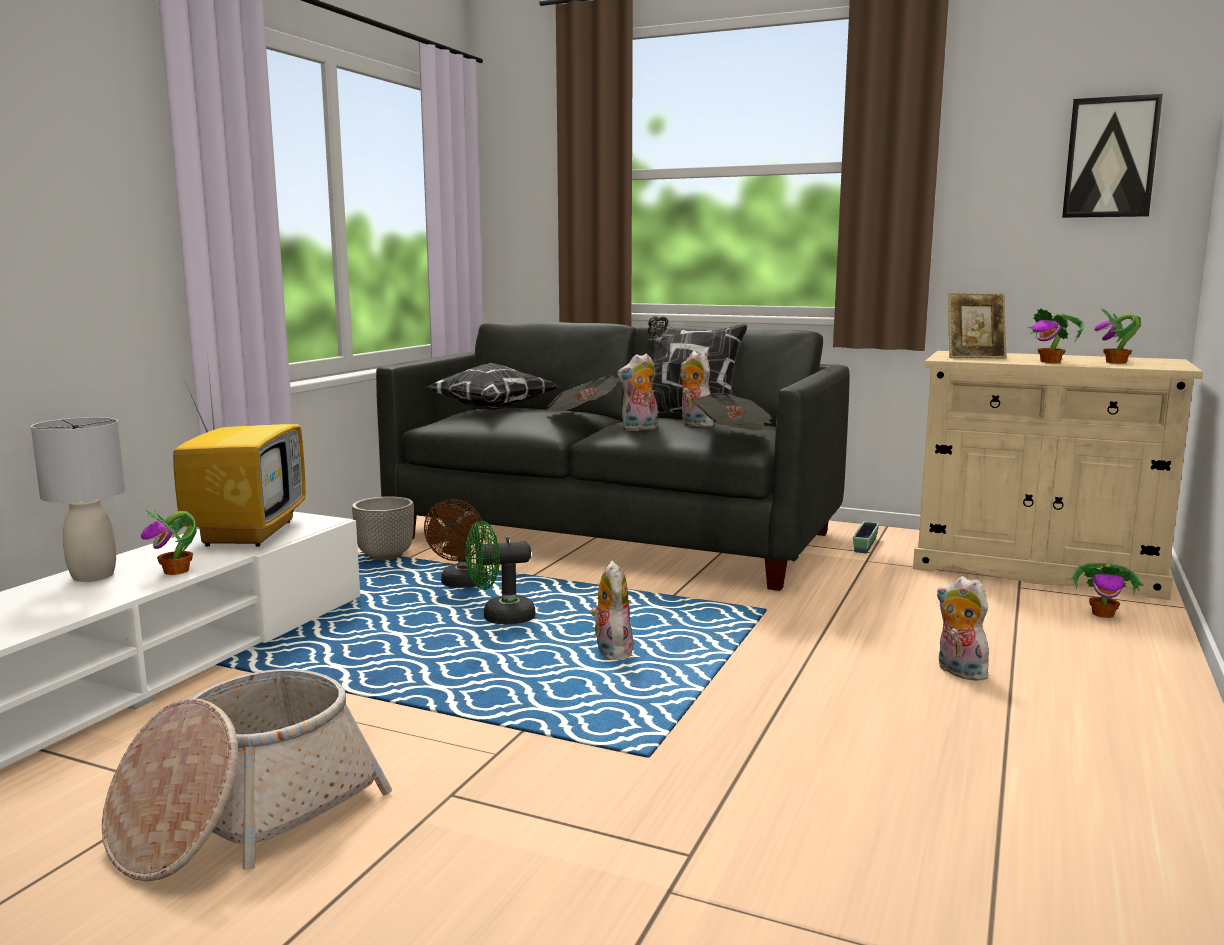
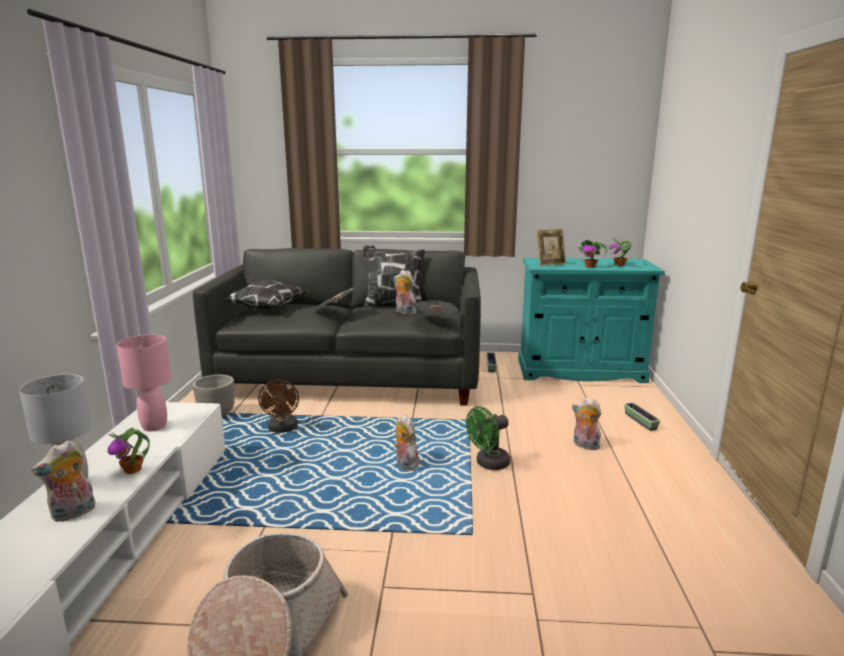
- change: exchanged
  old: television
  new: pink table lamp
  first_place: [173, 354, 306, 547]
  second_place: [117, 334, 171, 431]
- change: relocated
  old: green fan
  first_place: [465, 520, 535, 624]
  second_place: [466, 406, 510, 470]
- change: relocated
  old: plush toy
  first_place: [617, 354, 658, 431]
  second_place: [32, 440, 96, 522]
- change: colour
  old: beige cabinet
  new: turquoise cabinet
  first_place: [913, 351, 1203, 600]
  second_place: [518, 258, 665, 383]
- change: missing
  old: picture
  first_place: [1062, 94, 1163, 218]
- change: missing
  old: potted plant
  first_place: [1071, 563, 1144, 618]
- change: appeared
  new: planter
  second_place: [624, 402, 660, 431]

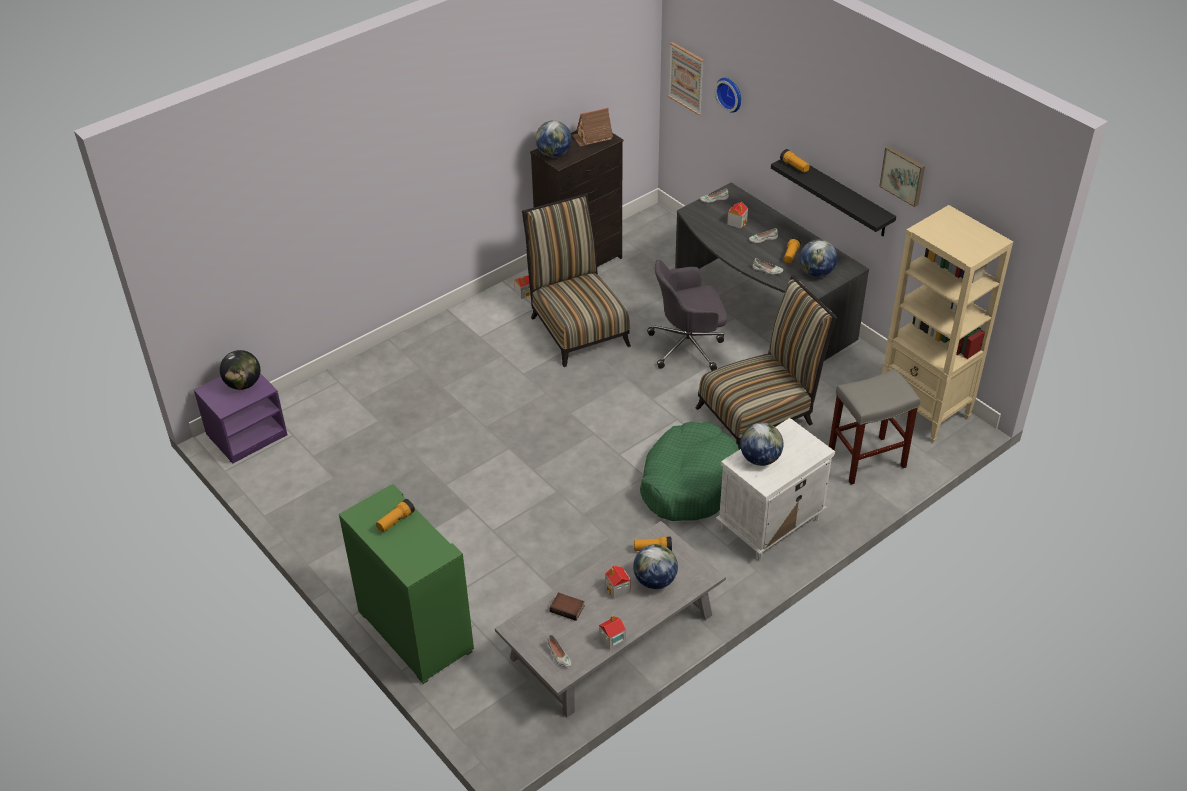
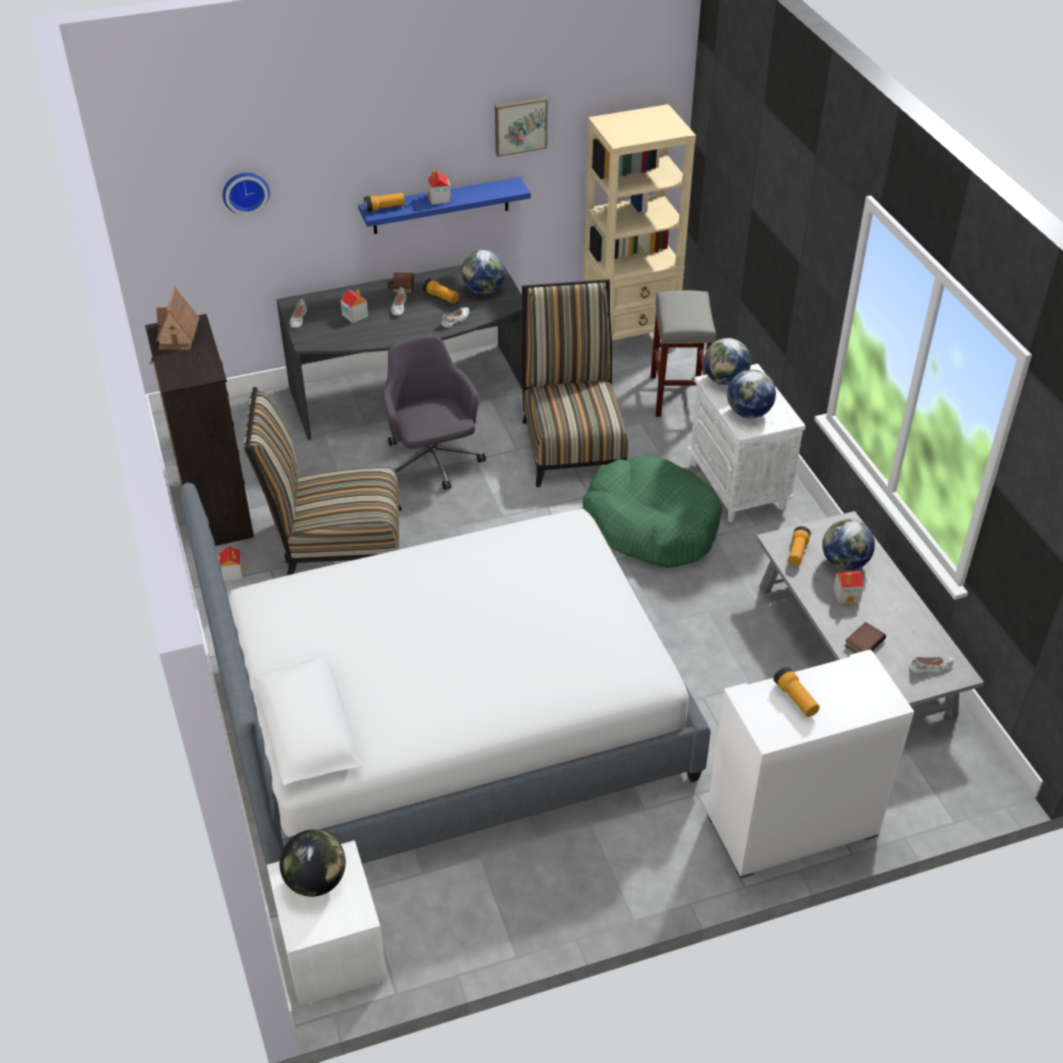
- change: colour
  old: purple nightstand
  new: white nightstand
  first_place: [194, 373, 287, 464]
  second_place: [267, 840, 387, 1006]
- change: colour
  old: green cabinet
  new: white cabinet
  first_place: [339, 484, 474, 684]
  second_place: [707, 649, 914, 878]
- change: relocated
  old: globe
  first_place: [536, 120, 572, 158]
  second_place: [704, 338, 751, 386]
- change: relocated
  old: toy house
  first_place: [599, 615, 626, 650]
  second_place: [428, 170, 451, 204]
- change: spun
  old: grey office chair
  first_place: [647, 260, 727, 371]
  second_place: [383, 335, 486, 490]
  degrees: 150
- change: missing
  old: picture
  first_place: [668, 42, 704, 115]
- change: colour
  old: black shelf
  new: blue shelf
  first_place: [771, 159, 896, 236]
  second_place: [358, 177, 531, 234]
- change: appeared
  new: bed
  second_place: [181, 483, 711, 888]
- change: appeared
  new: book
  second_place: [392, 273, 415, 294]

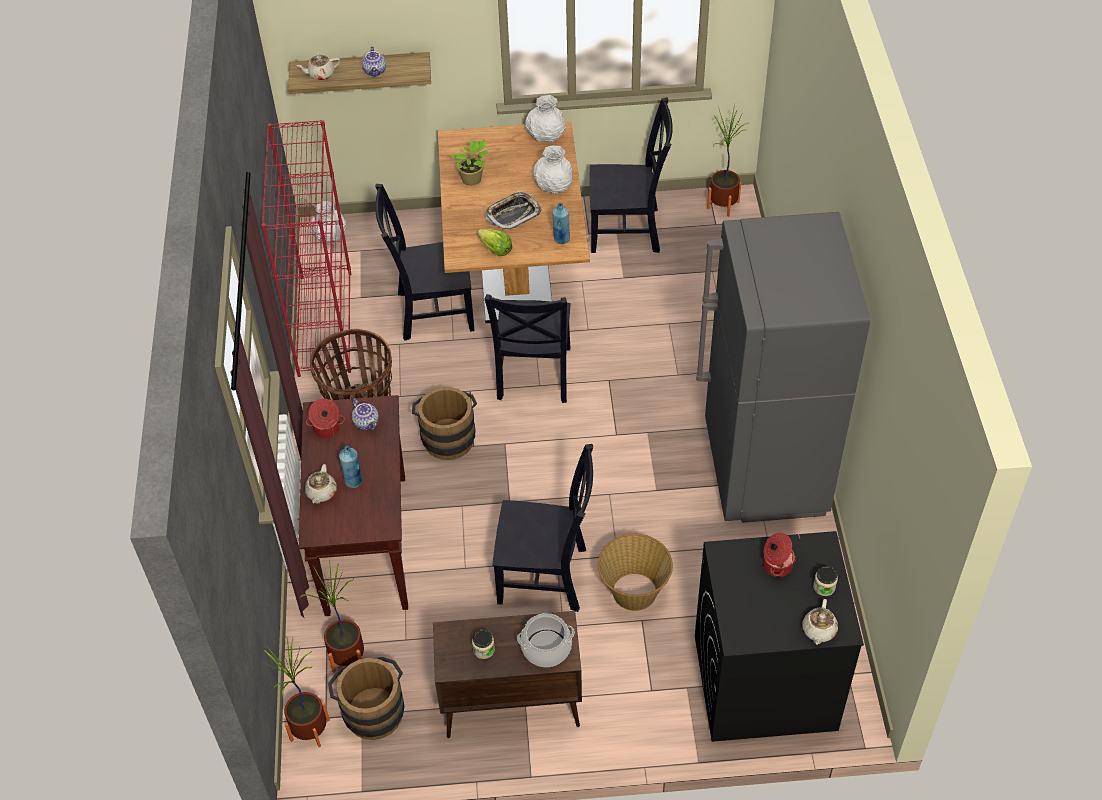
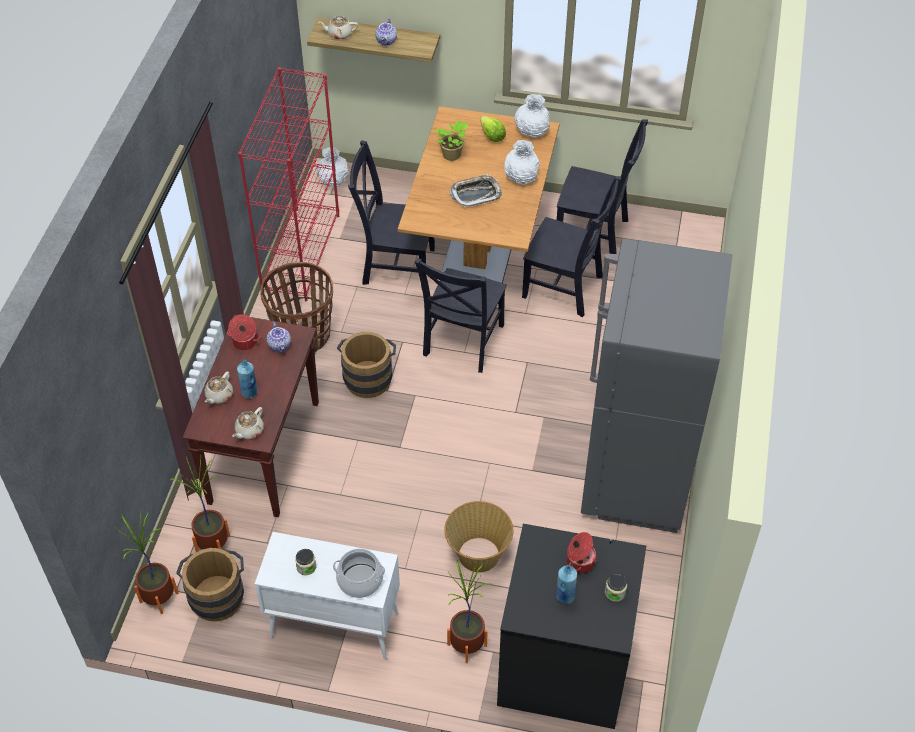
- change: colour
  old: brown cabinet
  new: white cabinet
  first_place: [433, 611, 582, 738]
  second_place: [255, 532, 400, 660]
- change: relocated
  old: lettuce
  first_place: [477, 229, 512, 256]
  second_place: [480, 116, 506, 142]
- change: relocated
  old: black chair
  first_place: [492, 444, 593, 612]
  second_place: [522, 176, 621, 317]
- change: relocated
  old: blue bottle
  first_place: [552, 203, 570, 244]
  second_place: [557, 565, 577, 604]
- change: relocated
  old: potted plant
  first_place: [707, 104, 748, 217]
  second_place: [447, 559, 492, 663]
- change: relocated
  old: beige teapot
  first_place: [802, 599, 838, 645]
  second_place: [232, 407, 264, 439]

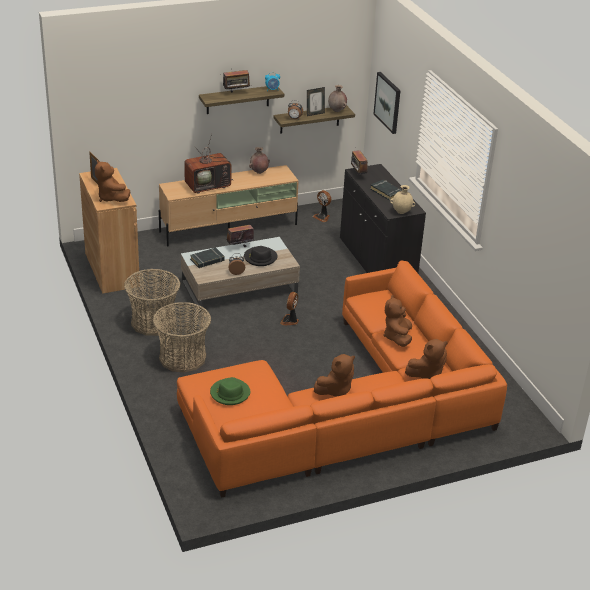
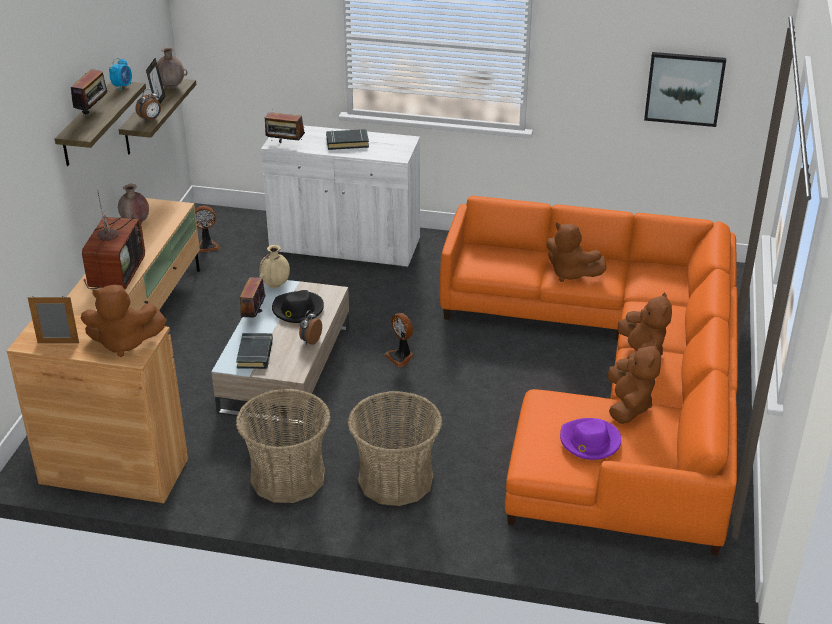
- change: colour
  old: green hat
  new: purple hat
  first_place: [210, 377, 250, 405]
  second_place: [560, 418, 621, 460]
- change: colour
  old: black cabinet
  new: white cabinet
  first_place: [340, 164, 426, 273]
  second_place: [261, 125, 420, 267]
- change: relocated
  old: picture
  first_place: [373, 72, 400, 134]
  second_place: [644, 52, 726, 127]
- change: relocated
  old: beige vase
  first_place: [390, 185, 415, 214]
  second_place: [259, 245, 290, 288]
- change: relocated
  old: brown plush toy
  first_place: [405, 339, 448, 379]
  second_place: [608, 342, 661, 424]

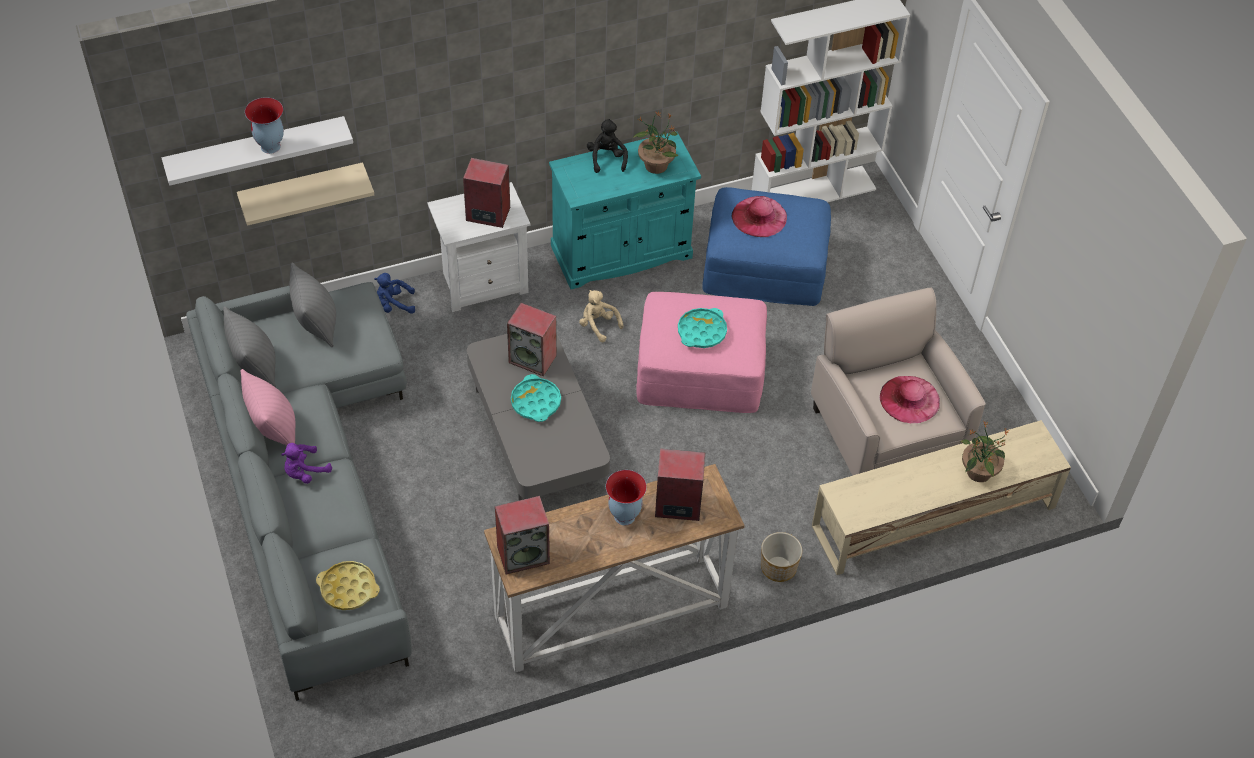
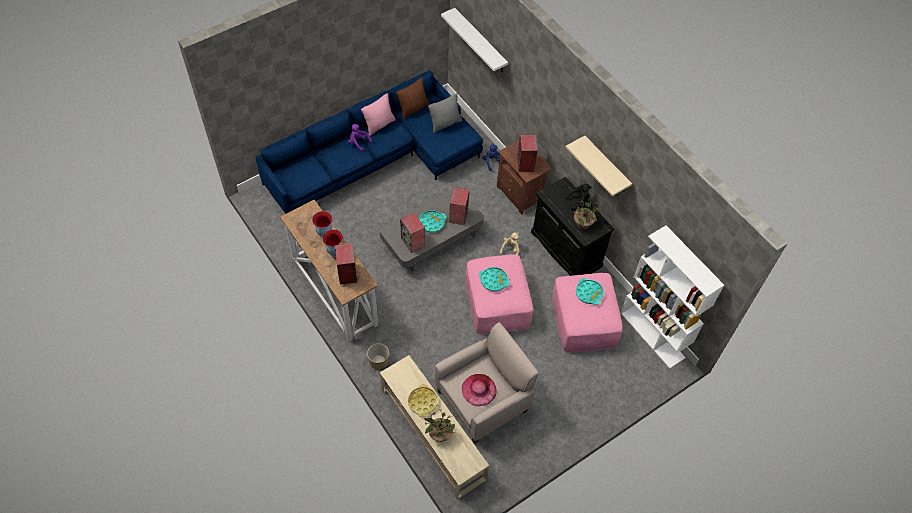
- change: colour
  old: grey sofa
  new: blue sofa
  first_place: [186, 282, 412, 701]
  second_place: [255, 70, 483, 214]
- change: colour
  old: grey pillow
  new: brown pillow
  first_place: [223, 306, 276, 387]
  second_place: [396, 78, 429, 119]
- change: relocated
  old: beige shelf
  first_place: [237, 162, 374, 226]
  second_place: [565, 136, 632, 196]
- change: relocated
  old: vase
  first_place: [245, 97, 284, 154]
  second_place: [312, 211, 333, 238]
- change: relocated
  old: yellow tray
  first_place: [316, 561, 380, 610]
  second_place: [408, 384, 438, 417]
- change: colour
  old: white nightstand
  new: brown nightstand
  first_place: [427, 182, 530, 312]
  second_place: [497, 140, 553, 215]
- change: relocated
  old: speaker
  first_place: [495, 496, 550, 575]
  second_place: [400, 213, 425, 253]
- change: colour
  old: turquoise cabinet
  new: black cabinet
  first_place: [549, 131, 701, 289]
  second_place: [531, 177, 614, 276]
- change: colour
  old: blue ottoman
  new: pink ottoman
  first_place: [702, 187, 831, 306]
  second_place: [552, 273, 623, 352]
- change: exchanged
  old: pink hat
  new: turquoise tray
  first_place: [732, 196, 787, 237]
  second_place: [576, 278, 604, 305]

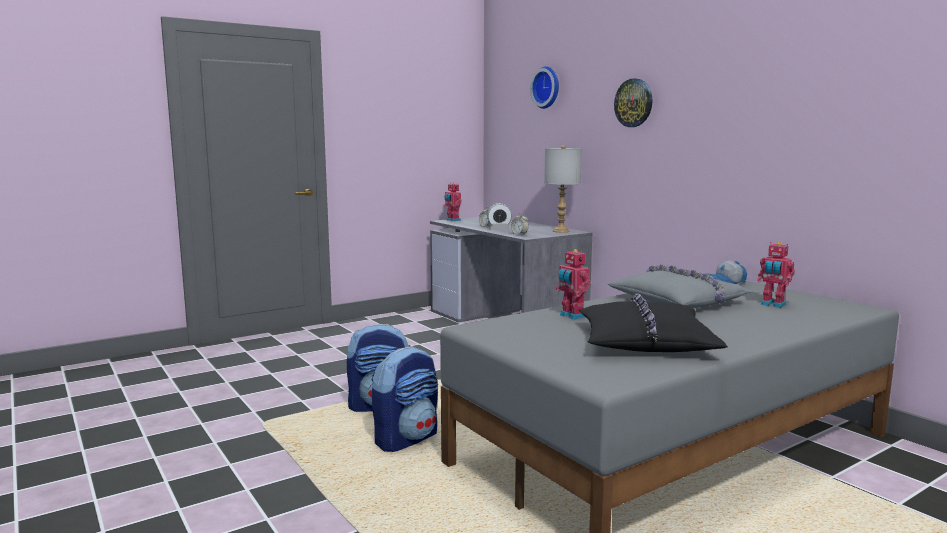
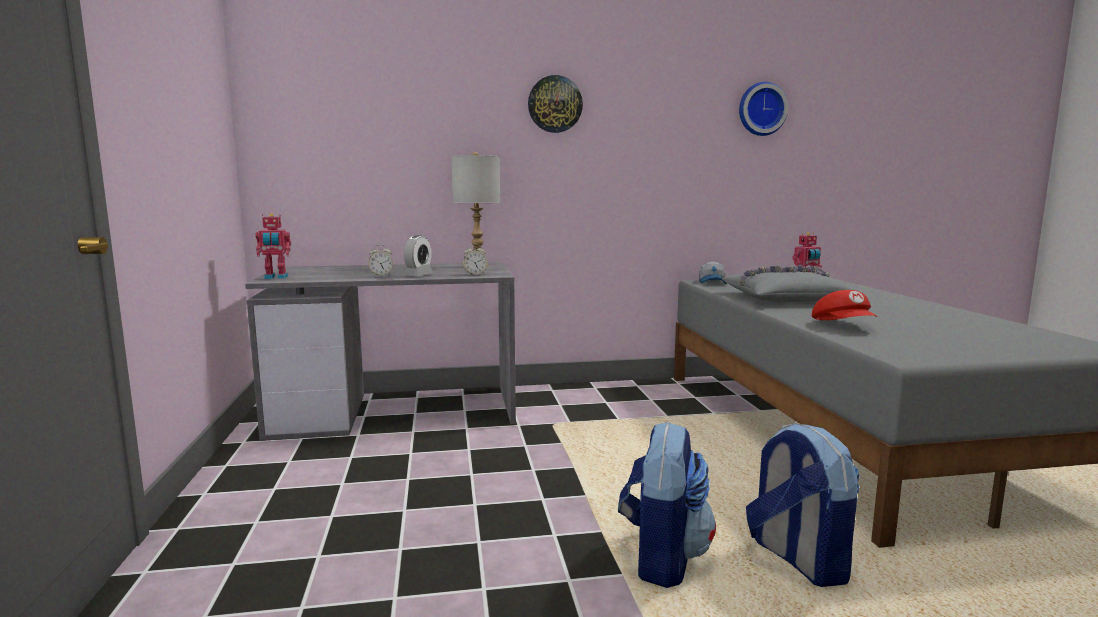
- change: relocated
  old: wall clock
  first_place: [530, 66, 559, 109]
  second_place: [739, 82, 788, 136]
- change: exchanged
  old: toy robot
  new: red cap
  first_place: [556, 249, 591, 320]
  second_place: [812, 290, 877, 320]
- change: missing
  old: black pillow
  first_place: [578, 293, 727, 352]

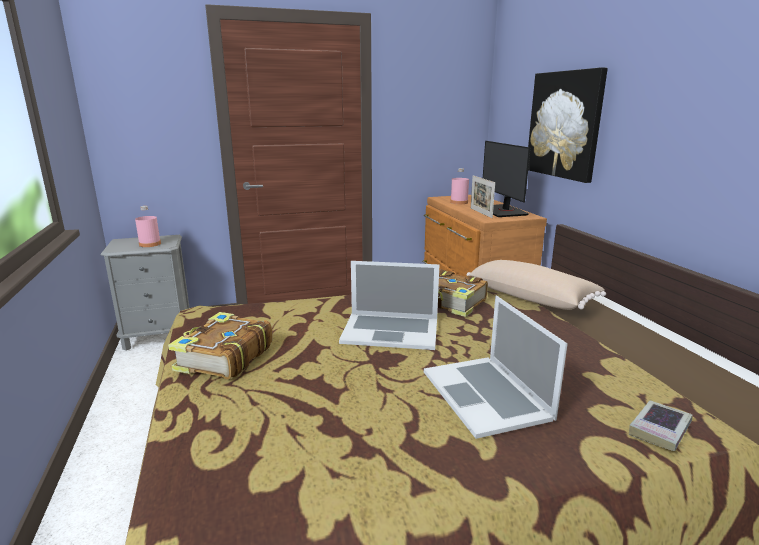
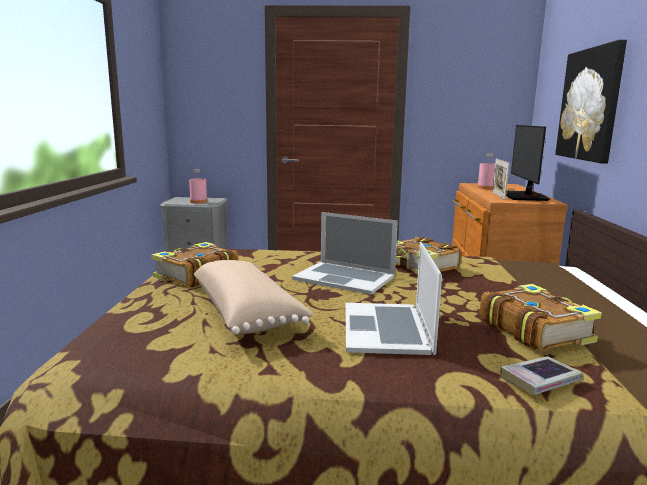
- change: relocated
  old: beige pillow
  first_place: [467, 260, 606, 310]
  second_place: [194, 260, 314, 334]
- change: appeared
  new: book
  second_place: [480, 284, 602, 351]

